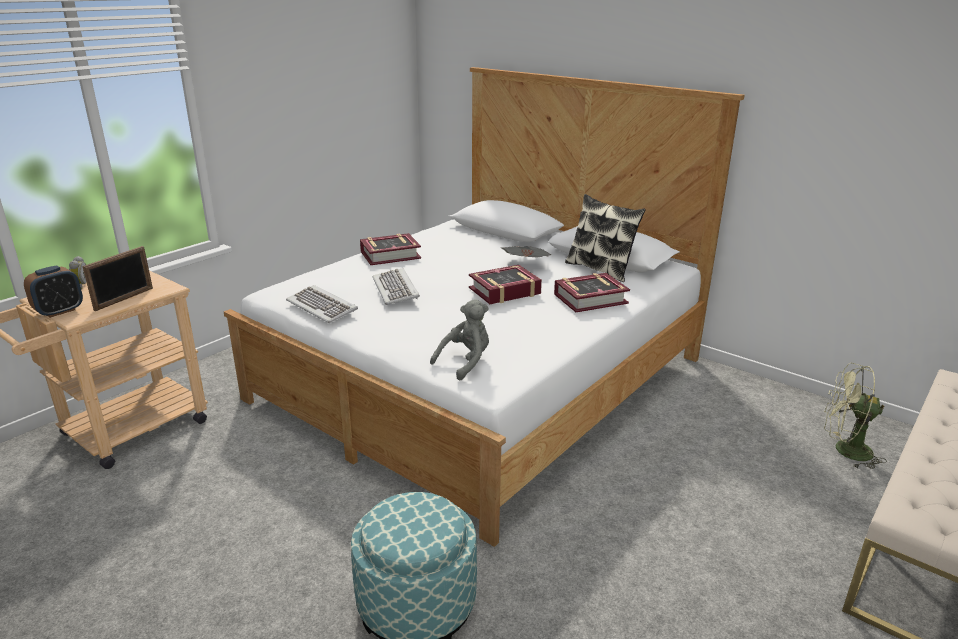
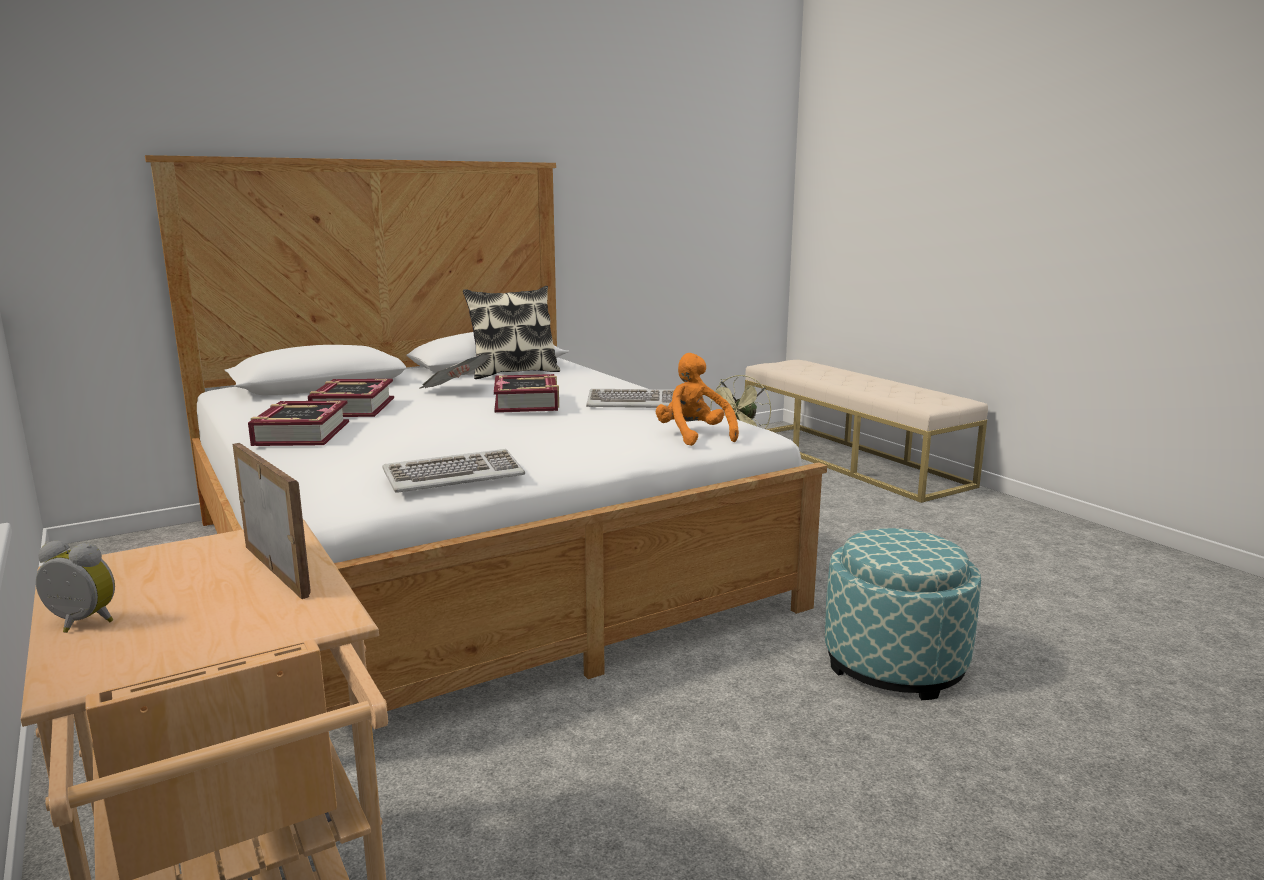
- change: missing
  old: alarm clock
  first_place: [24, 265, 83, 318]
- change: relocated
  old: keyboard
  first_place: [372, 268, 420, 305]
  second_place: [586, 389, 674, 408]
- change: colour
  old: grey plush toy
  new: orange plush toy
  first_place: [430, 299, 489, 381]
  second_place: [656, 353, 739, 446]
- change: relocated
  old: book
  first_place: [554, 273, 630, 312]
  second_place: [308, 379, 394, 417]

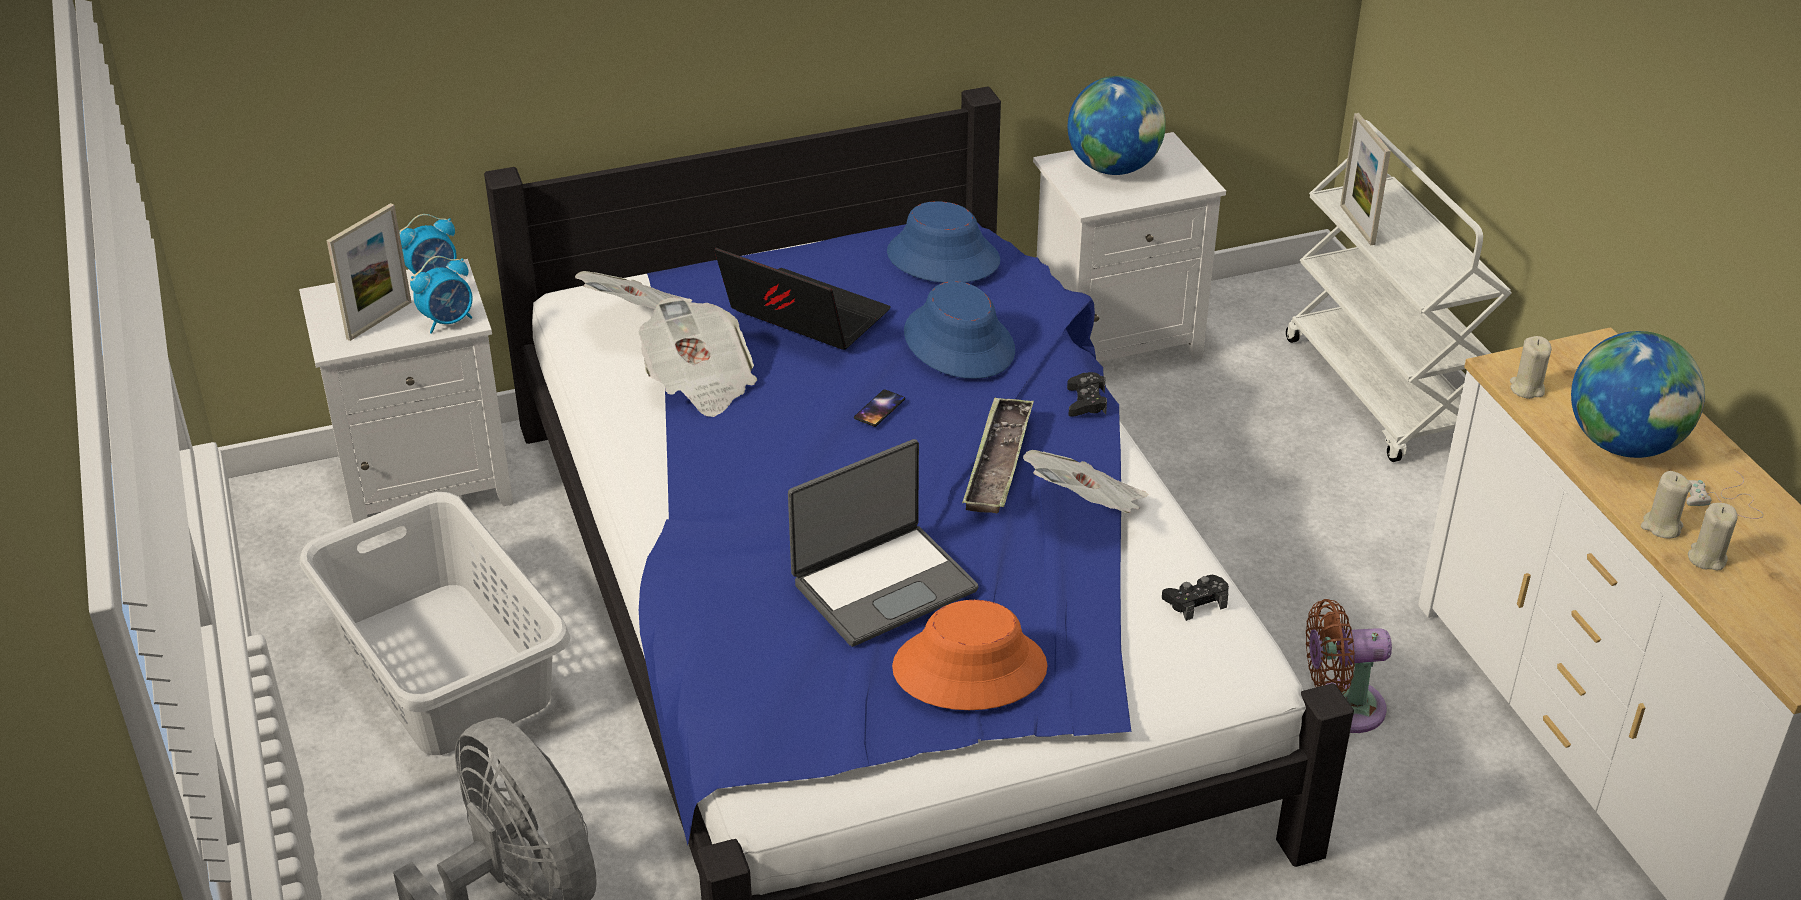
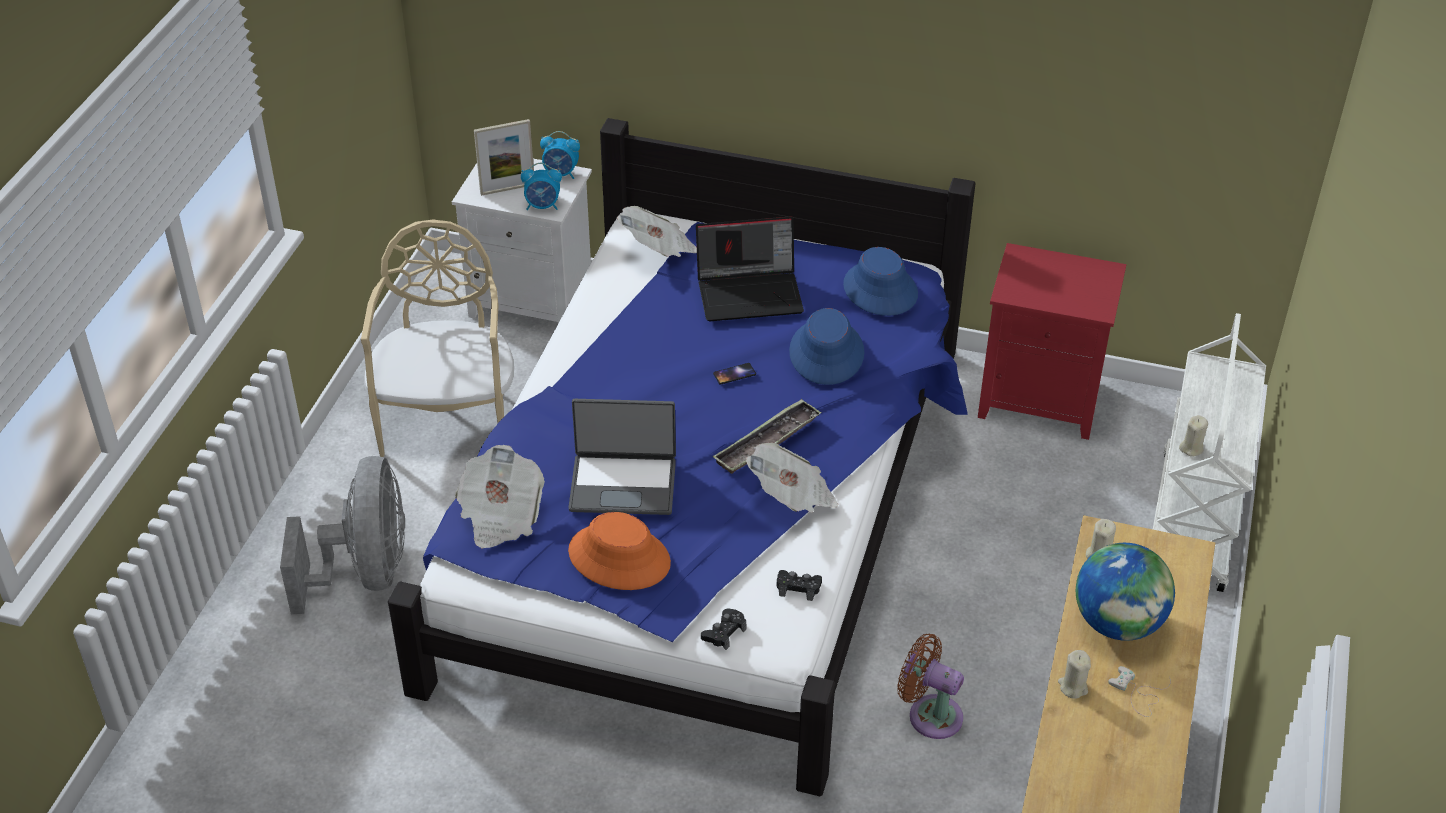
- change: exchanged
  old: grey laundry basket
  new: beige chair
  first_place: [299, 492, 570, 755]
  second_place: [361, 219, 514, 457]
- change: relocated
  old: newspaper
  first_place: [639, 297, 757, 417]
  second_place: [455, 445, 545, 549]
- change: spun
  old: laptop
  first_place: [715, 248, 891, 350]
  second_place: [696, 216, 804, 321]
  degrees: 105
- change: colour
  old: white nightstand
  new: red nightstand
  first_place: [1033, 132, 1226, 362]
  second_place: [978, 243, 1127, 440]
- change: relocated
  old: black game controller
  first_place: [1067, 372, 1107, 417]
  second_place: [701, 609, 747, 650]
- change: missing
  old: globe
  first_place: [1068, 76, 1166, 175]
- change: missing
  old: picture frame
  first_place: [1340, 113, 1391, 245]
- change: relocated
  old: beige candle
  first_place: [1688, 503, 1738, 571]
  second_place: [1179, 415, 1208, 457]

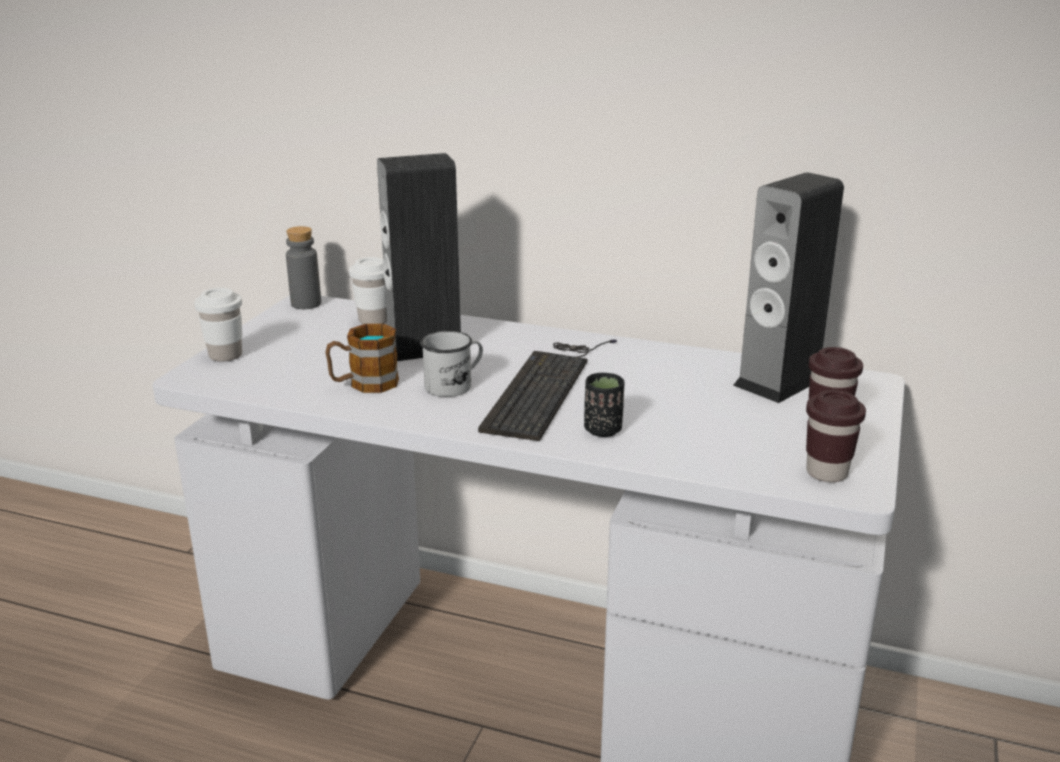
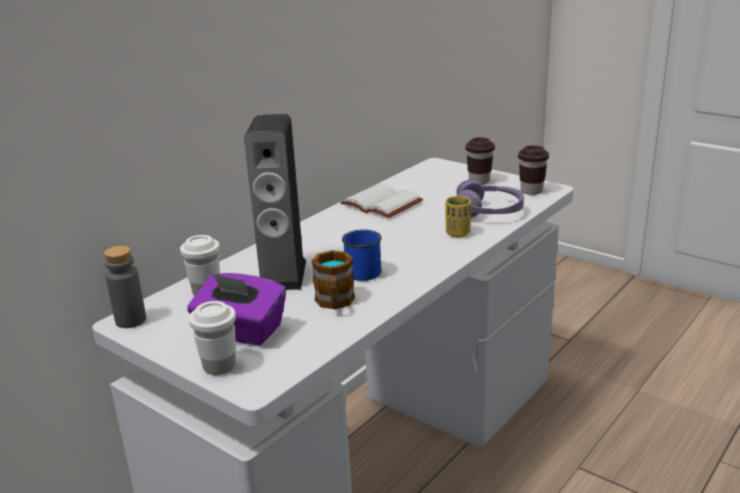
- change: colour
  old: white mug
  new: blue mug
  first_place: [420, 331, 483, 397]
  second_place: [342, 229, 382, 281]
- change: missing
  old: keyboard
  first_place: [478, 339, 617, 441]
- change: colour
  old: black cup
  new: yellow cup
  first_place: [584, 373, 624, 437]
  second_place: [446, 196, 471, 237]
- change: missing
  old: speaker
  first_place: [733, 172, 844, 403]
- change: appeared
  new: purple tissue box
  second_place: [187, 273, 286, 345]
- change: appeared
  new: white book
  second_place: [341, 184, 423, 218]
- change: appeared
  new: purple headphones
  second_place: [456, 180, 524, 218]

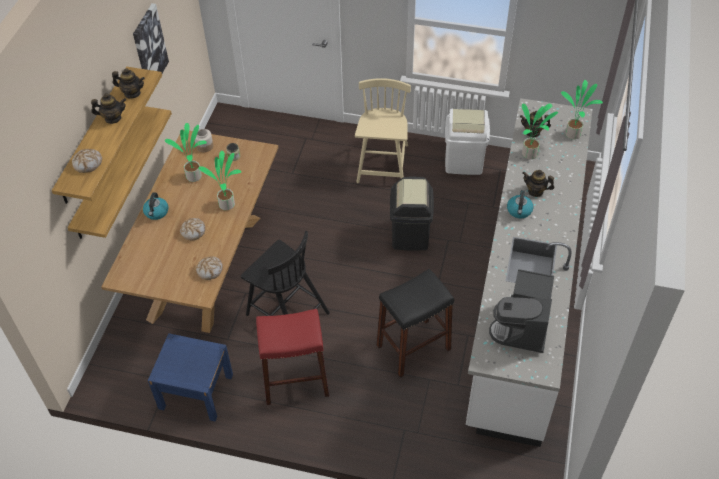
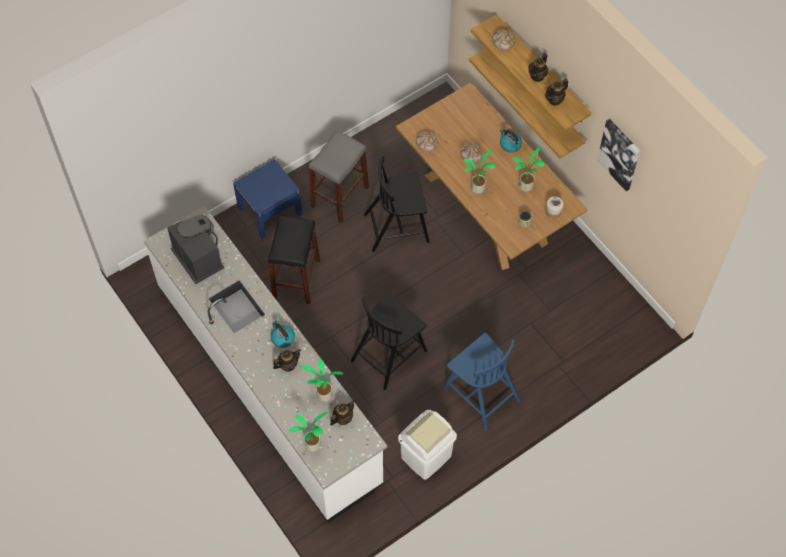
- change: relocated
  old: blue nightstand
  first_place: [148, 333, 233, 421]
  second_place: [233, 159, 303, 238]
- change: colour
  old: red stool
  new: grey stool
  first_place: [256, 309, 329, 405]
  second_place: [309, 130, 369, 223]
- change: colour
  old: beige chair
  new: blue chair
  first_place: [355, 78, 411, 183]
  second_place: [442, 333, 520, 431]
- change: exchanged
  old: black trash can
  new: black chair
  first_place: [390, 177, 434, 250]
  second_place: [351, 293, 427, 390]

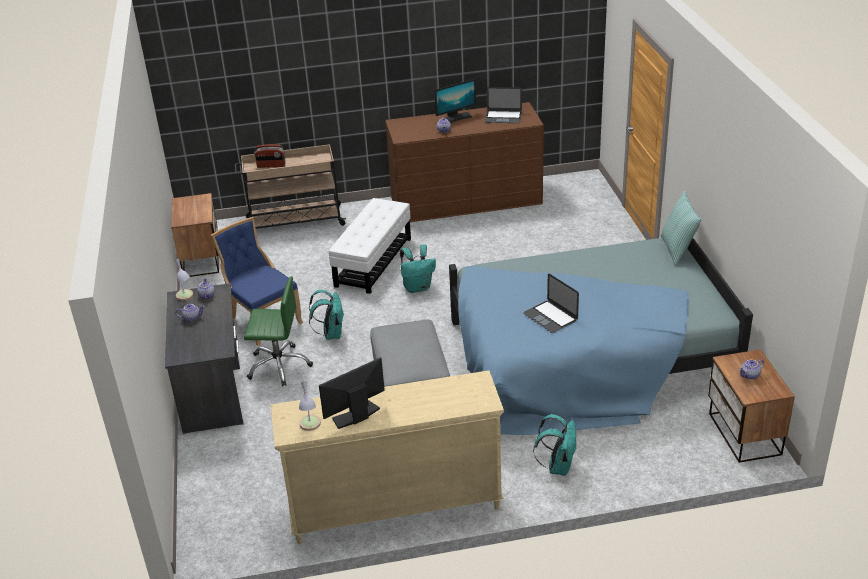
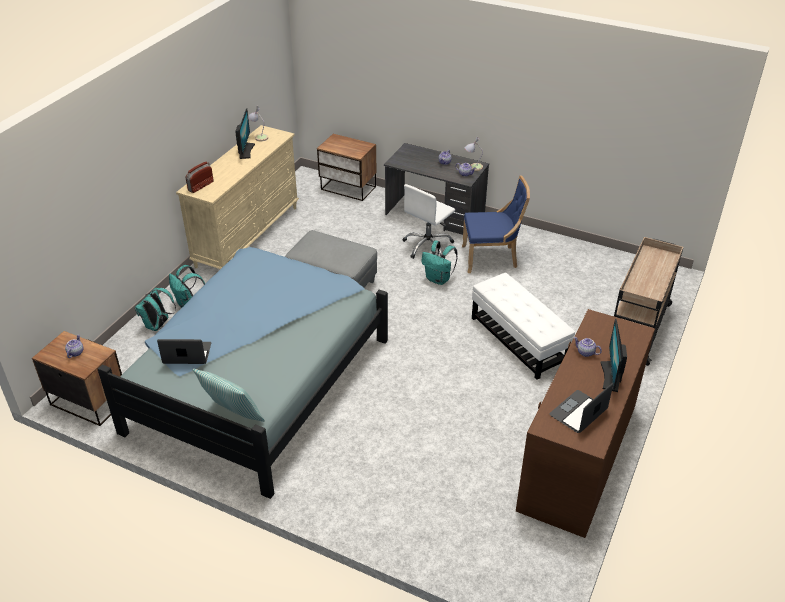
- change: relocated
  old: nightstand
  first_place: [171, 193, 219, 277]
  second_place: [317, 134, 377, 201]
- change: colour
  old: green office chair
  new: white office chair
  first_place: [244, 276, 313, 387]
  second_place: [402, 184, 455, 259]
- change: relocated
  old: radio
  first_place: [254, 144, 285, 168]
  second_place: [186, 162, 214, 193]
- change: relocated
  old: turquoise backpack
  first_place: [400, 244, 436, 293]
  second_place: [135, 288, 176, 331]
- change: relocated
  old: laptop
  first_place: [523, 273, 579, 333]
  second_place: [157, 339, 211, 364]

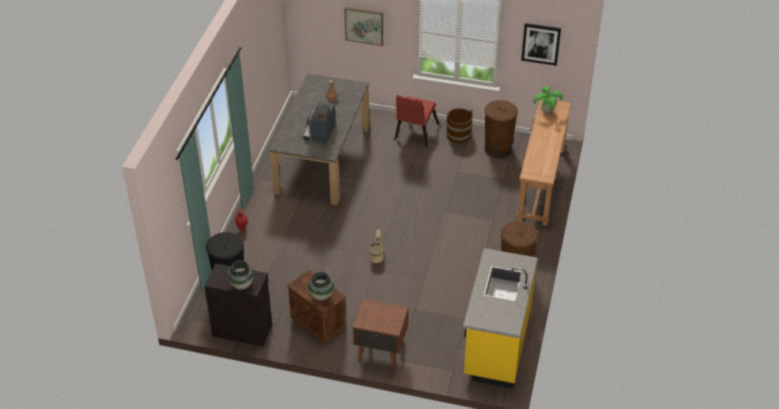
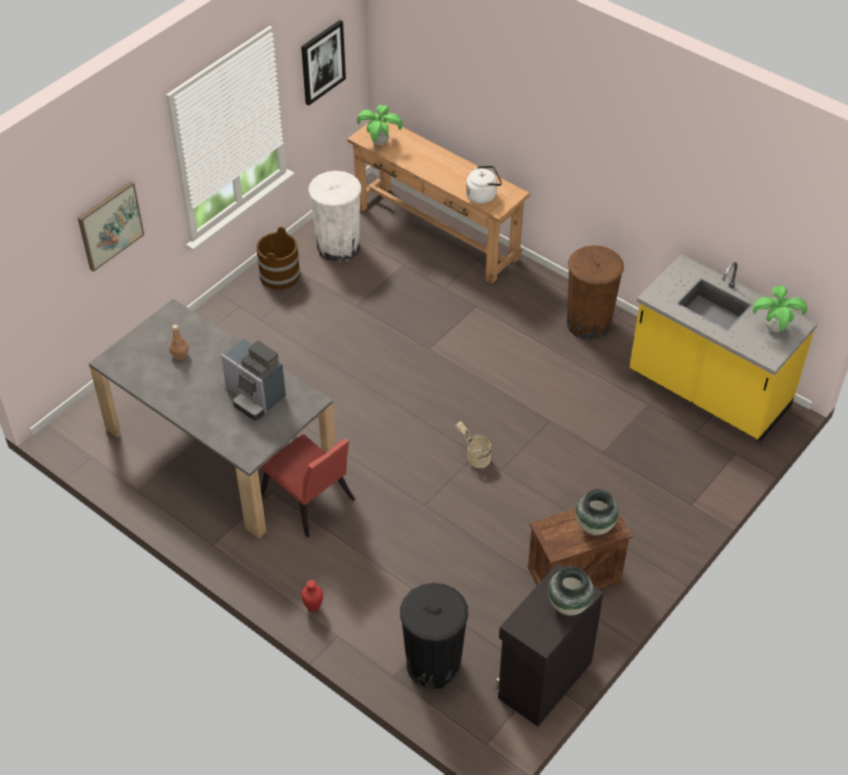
- change: missing
  old: brown nightstand
  first_place: [353, 298, 409, 370]
- change: relocated
  old: red chair
  first_place: [394, 95, 439, 147]
  second_place: [261, 434, 355, 538]
- change: colour
  old: brown trash can
  new: white trash can
  first_place: [485, 100, 518, 158]
  second_place: [309, 171, 361, 262]
- change: appeared
  new: white kettle
  second_place: [466, 166, 502, 204]
- change: appeared
  new: potted plant
  second_place: [753, 286, 807, 332]

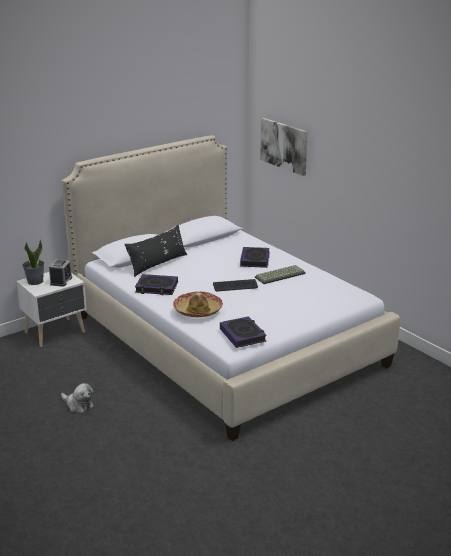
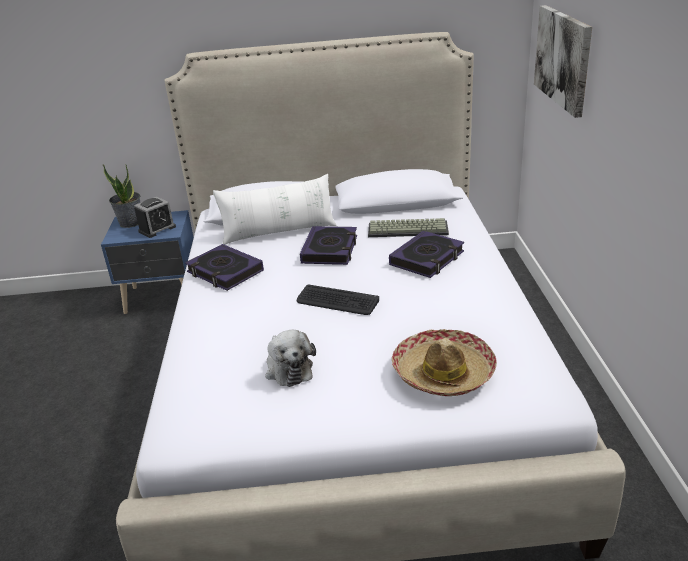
- change: colour
  old: white nightstand
  new: blue nightstand
  first_place: [16, 272, 87, 347]
  second_place: [101, 210, 194, 314]
- change: relocated
  old: plush toy
  first_place: [61, 383, 94, 413]
  second_place: [265, 330, 316, 387]
- change: colour
  old: black pillow
  new: white pillow
  first_place: [125, 225, 187, 277]
  second_place: [213, 174, 337, 245]
- change: relocated
  old: hat
  first_place: [173, 291, 223, 317]
  second_place: [392, 329, 497, 396]
- change: relocated
  old: book
  first_place: [220, 316, 267, 348]
  second_place: [300, 226, 357, 265]
- change: relocated
  old: keyboard
  first_place: [255, 265, 306, 284]
  second_place: [368, 218, 449, 237]

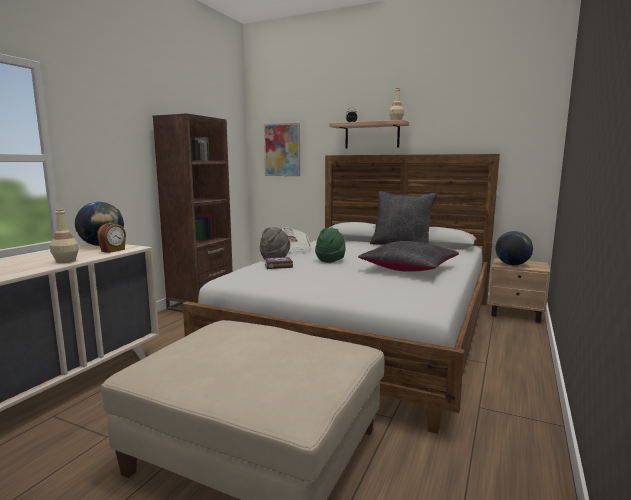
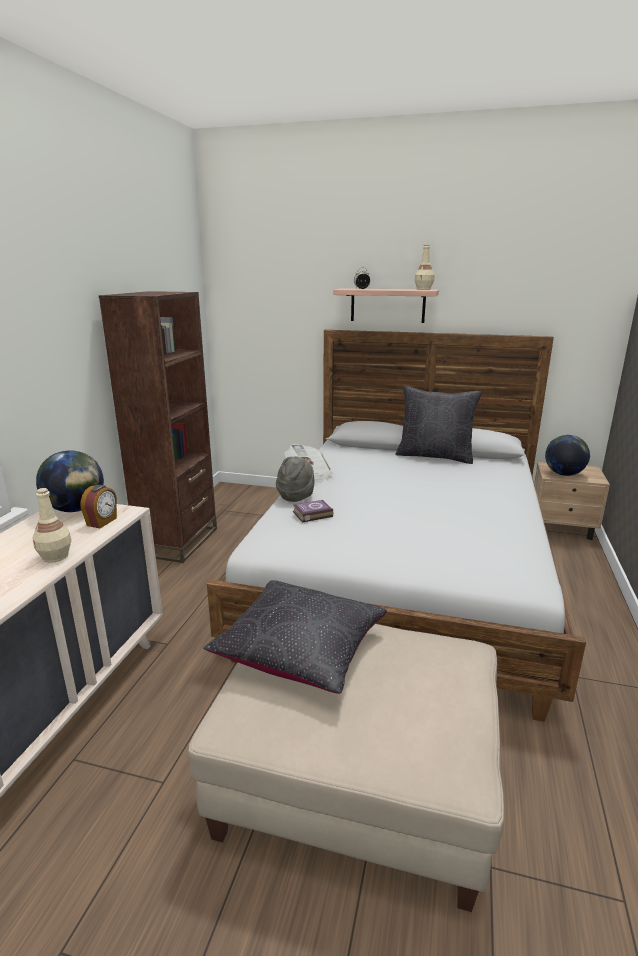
- change: missing
  old: picture
  first_place: [264, 123, 300, 176]
- change: missing
  old: green hat
  first_place: [315, 228, 346, 263]
- change: relocated
  old: black pillow
  first_place: [358, 241, 459, 272]
  second_place: [203, 580, 387, 694]

